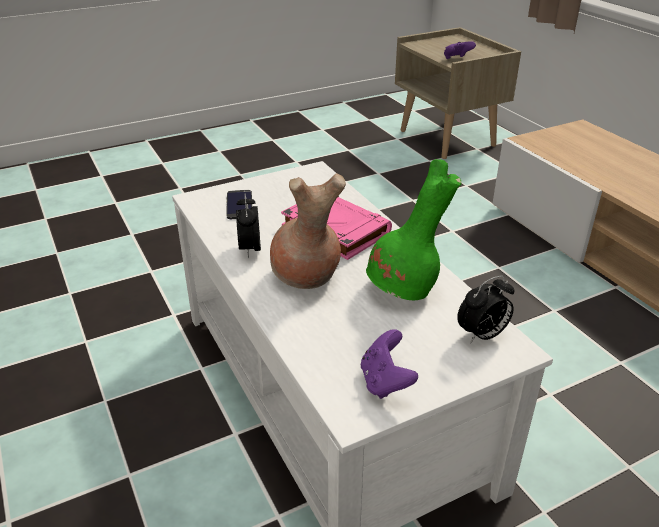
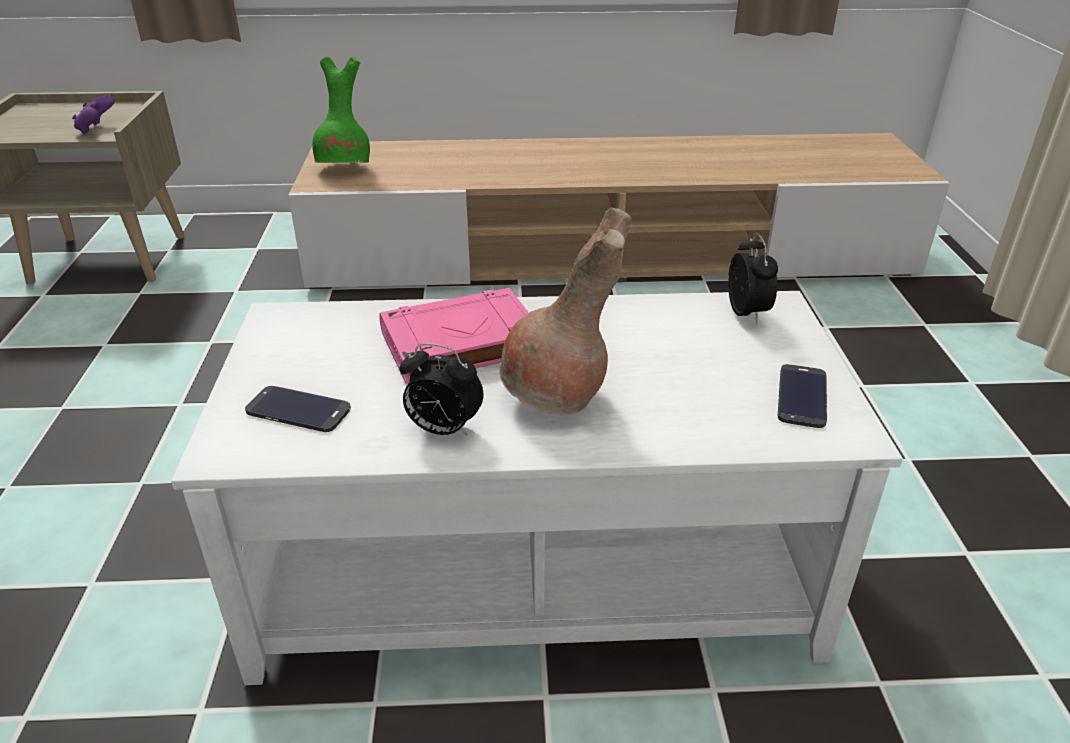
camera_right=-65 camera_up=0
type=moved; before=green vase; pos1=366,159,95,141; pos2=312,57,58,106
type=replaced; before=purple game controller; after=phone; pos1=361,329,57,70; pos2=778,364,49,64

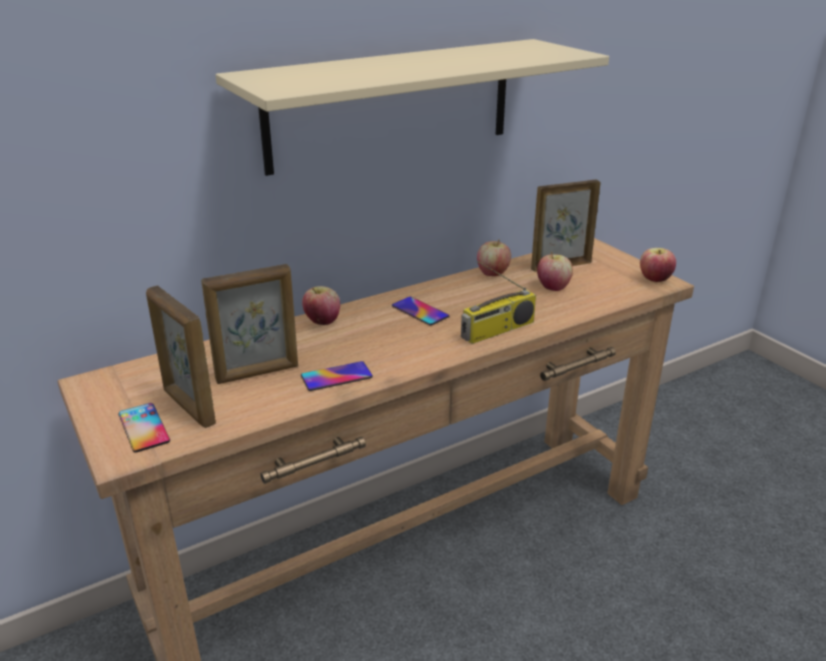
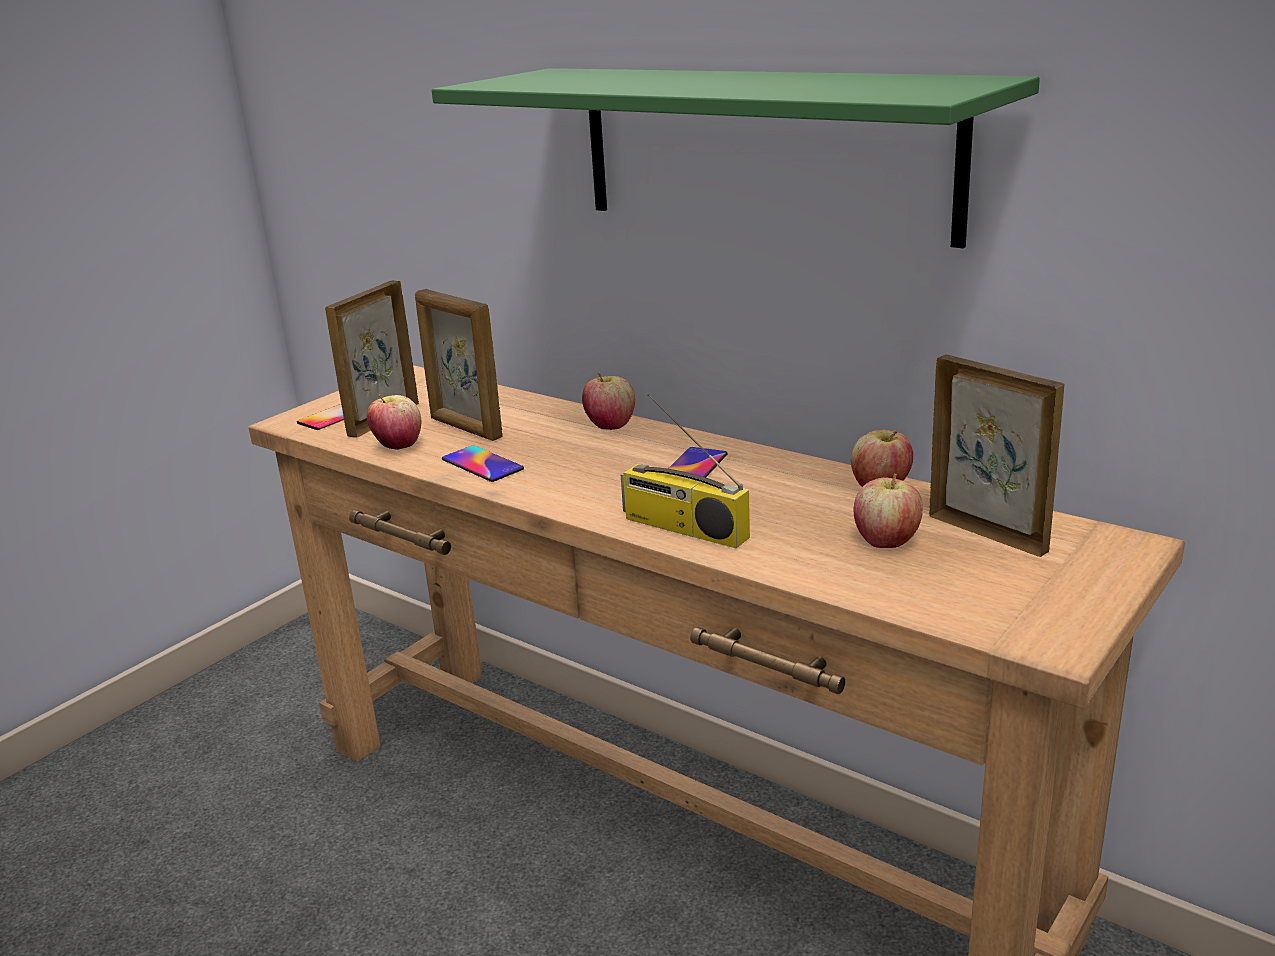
camera_right=70 camera_up=-5
type=moved; before=apple; pos1=640,248,36,34; pos2=367,394,54,56
type=recoloured; before=beige shelf; after=green shelf; pos1=216,39,393,137; pos2=432,68,608,180

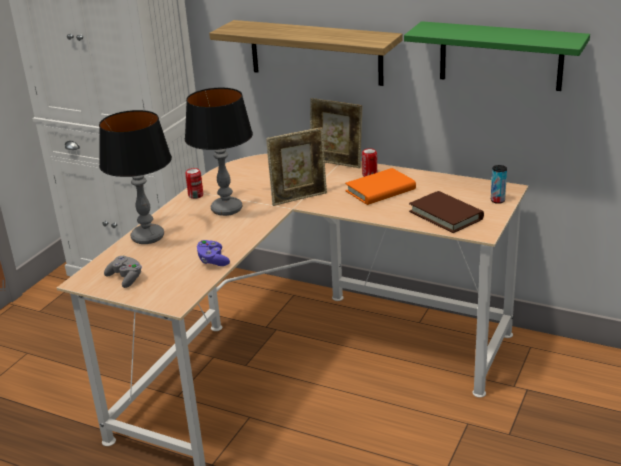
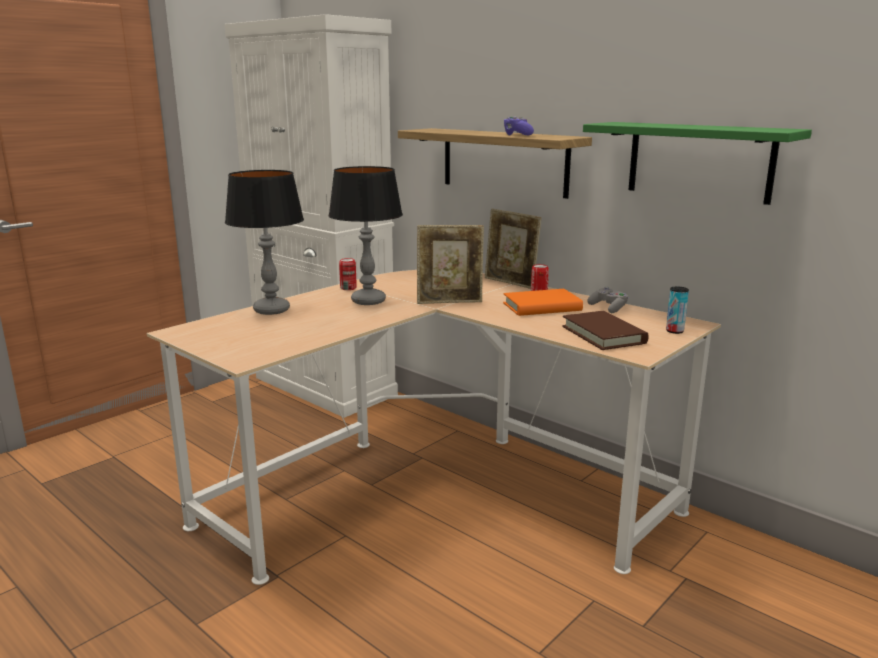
camera_right=15 camera_up=-10
type=moved; before=purple game controller; pos1=197,240,33,26; pos2=504,117,30,18
type=moved; before=grey game controller; pos1=104,256,38,32; pos2=587,287,41,26

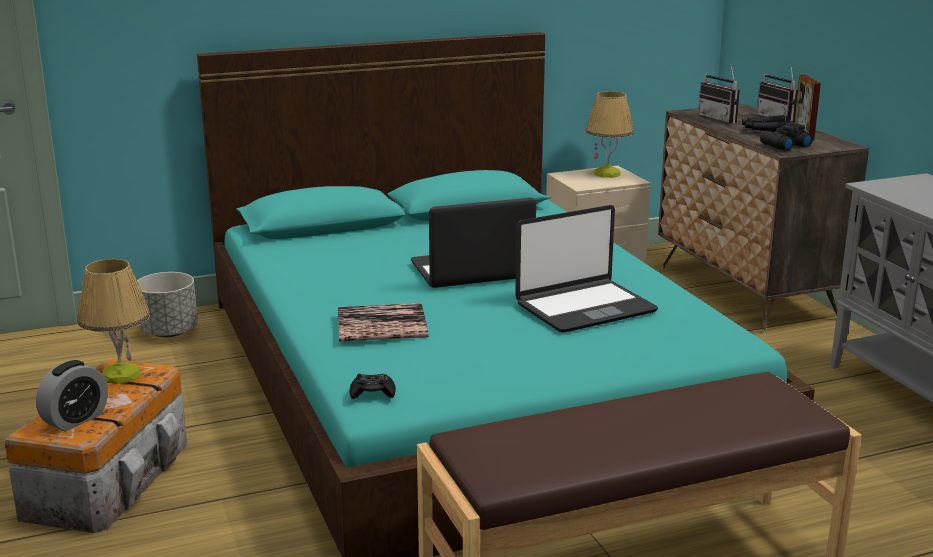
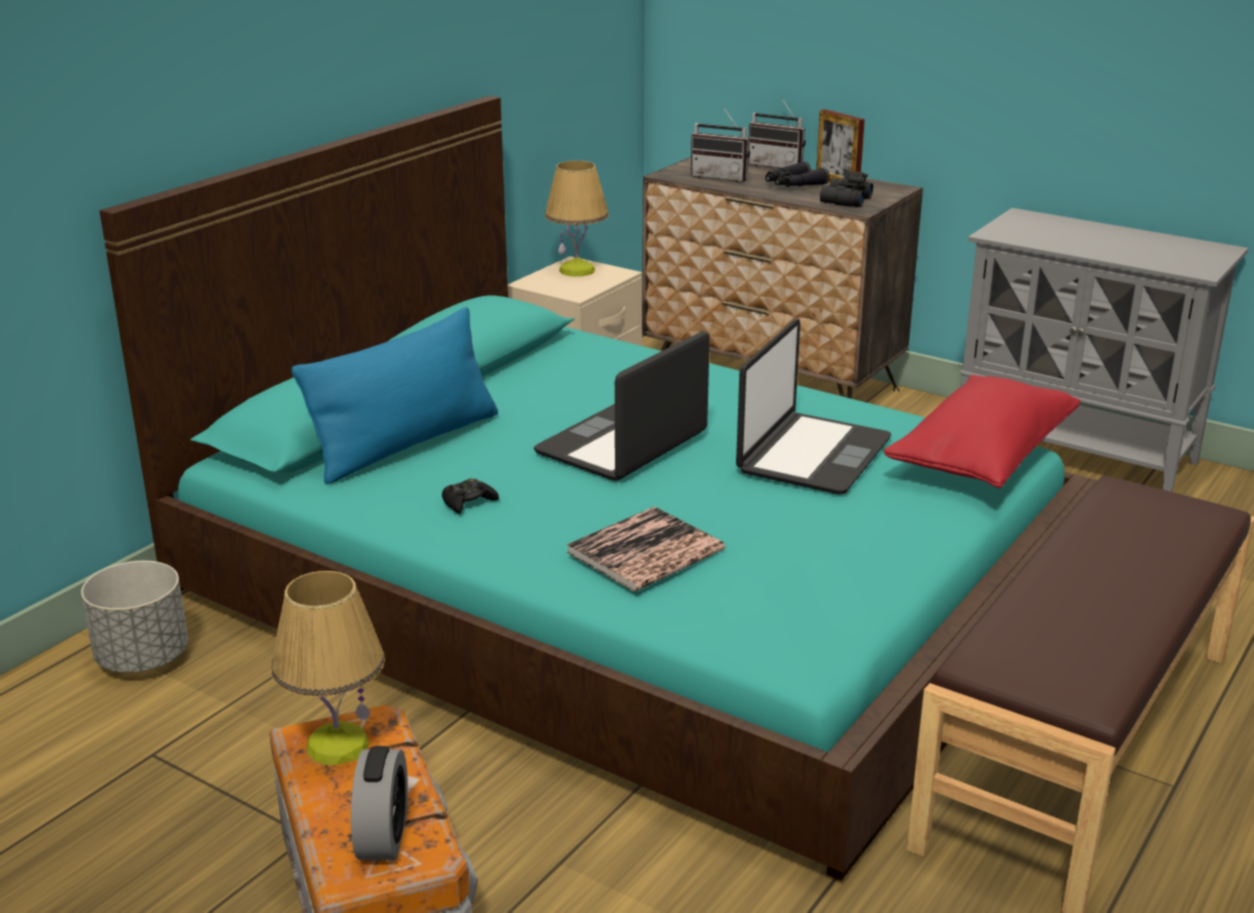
camera_right=-35 camera_up=5
type=added; after=blue pillow; pos2=292,307,206,178
type=moved; before=black game controller; pos1=349,374,47,25; pos2=442,478,57,36
type=added; after=red pillow; pos2=884,375,196,113

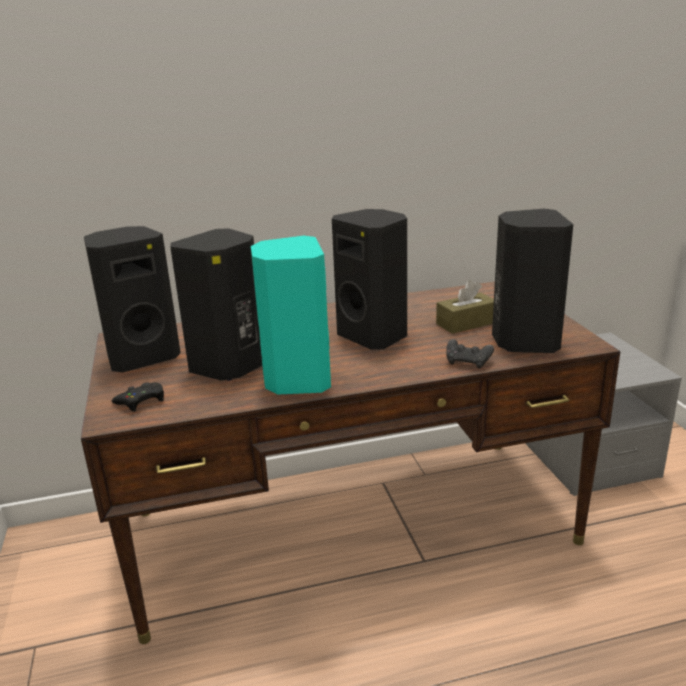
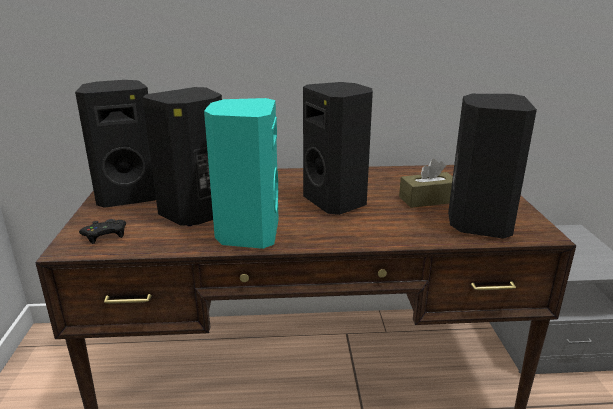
camera_right=10 camera_up=0
type=removed; before=black game controller; pos1=446,339,48,30

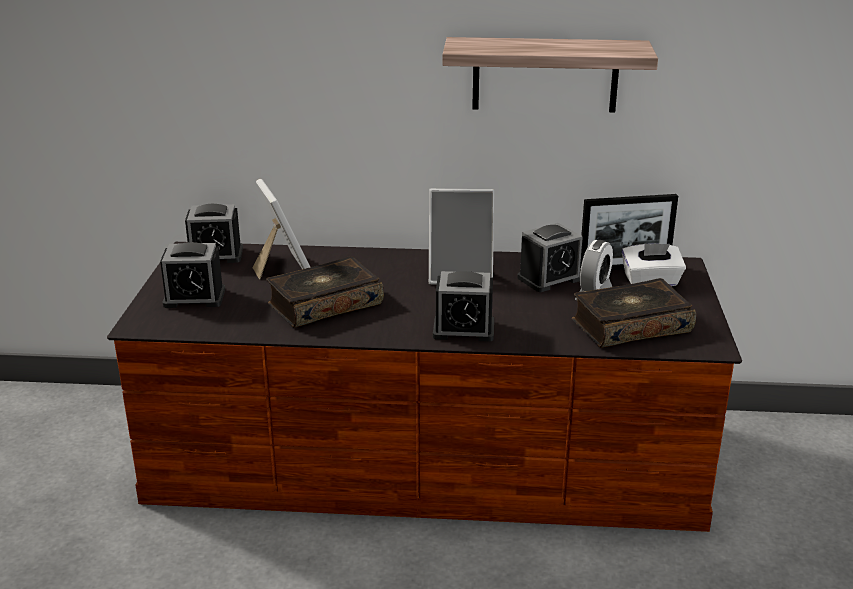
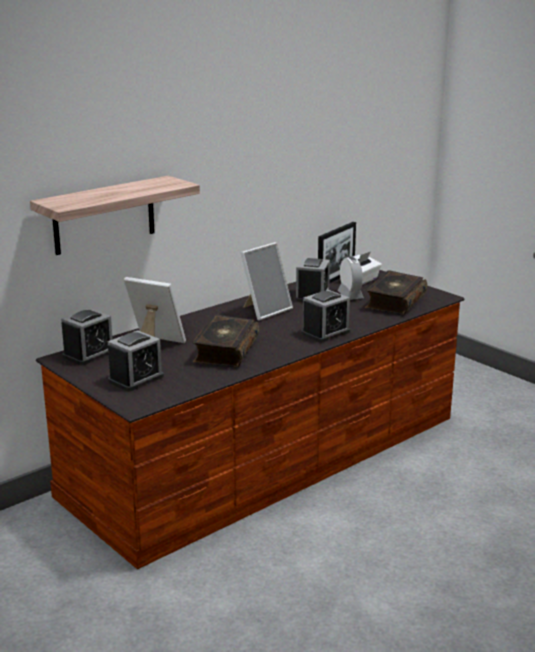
camera_right=-45 camera_up=-5
type=moved; before=shelf; pos1=442,37,216,75; pos2=30,176,170,79

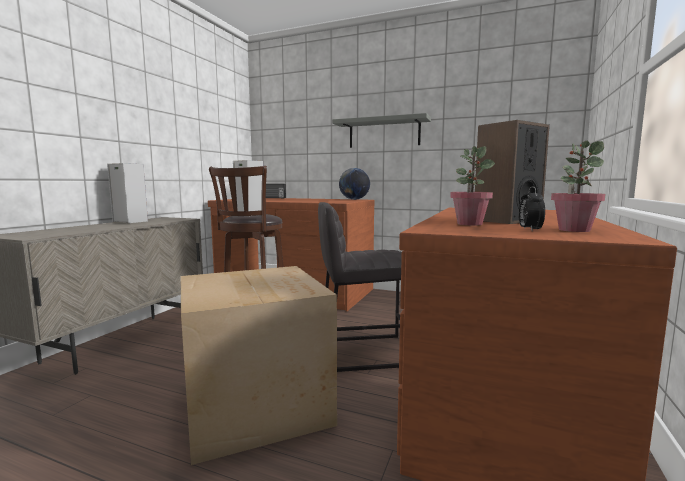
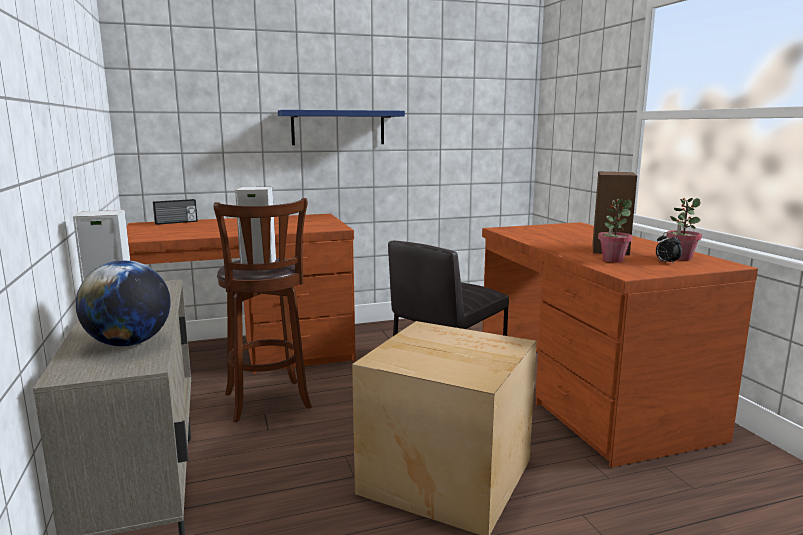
camera_right=-40 camera_up=5
type=moved; before=globe; pos1=339,168,31,32; pos2=76,260,95,87
type=recoloured; before=grey shelf; after=blue shelf; pos1=332,113,99,35; pos2=278,110,127,35

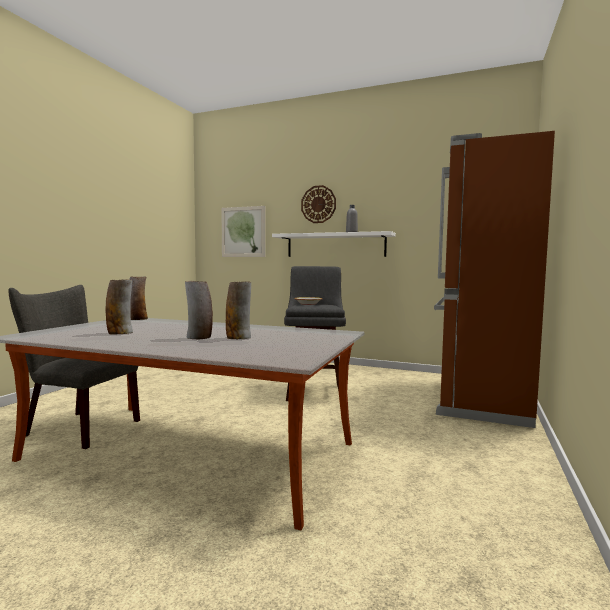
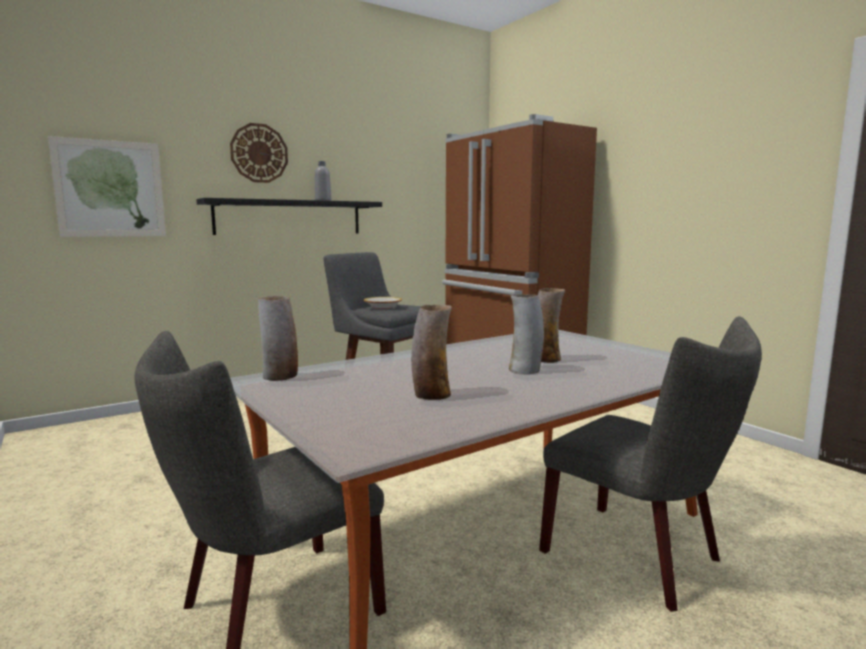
camera_right=-55 camera_up=5
type=recoloured; before=white shelf; after=black shelf; pos1=272,231,124,26; pos2=196,198,186,37
type=added; after=grey chair; pos2=539,316,223,296

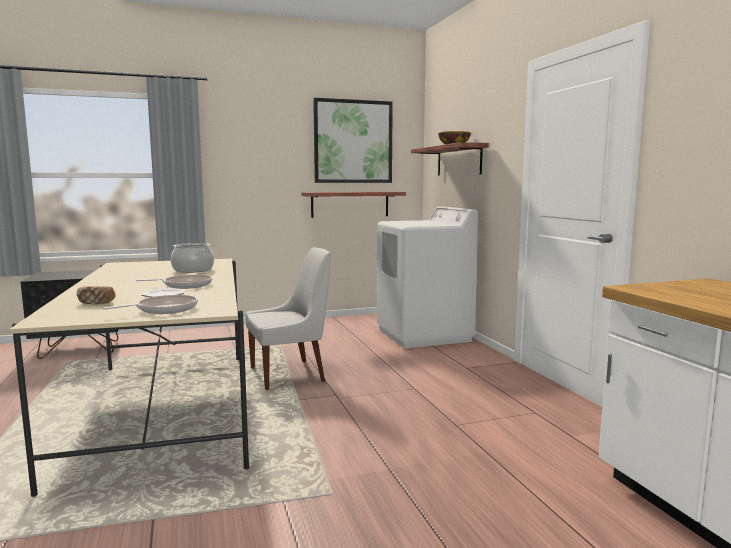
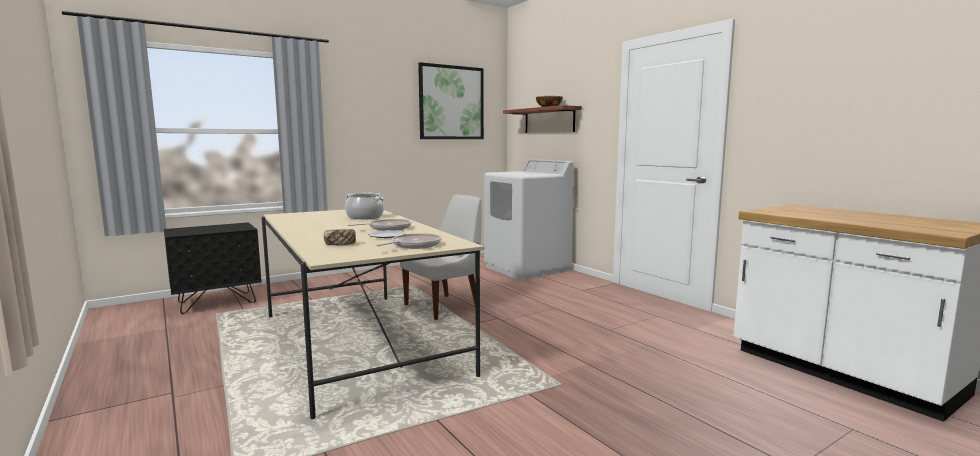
camera_right=-15 camera_up=0
type=removed; before=shelf; pos1=301,192,105,26

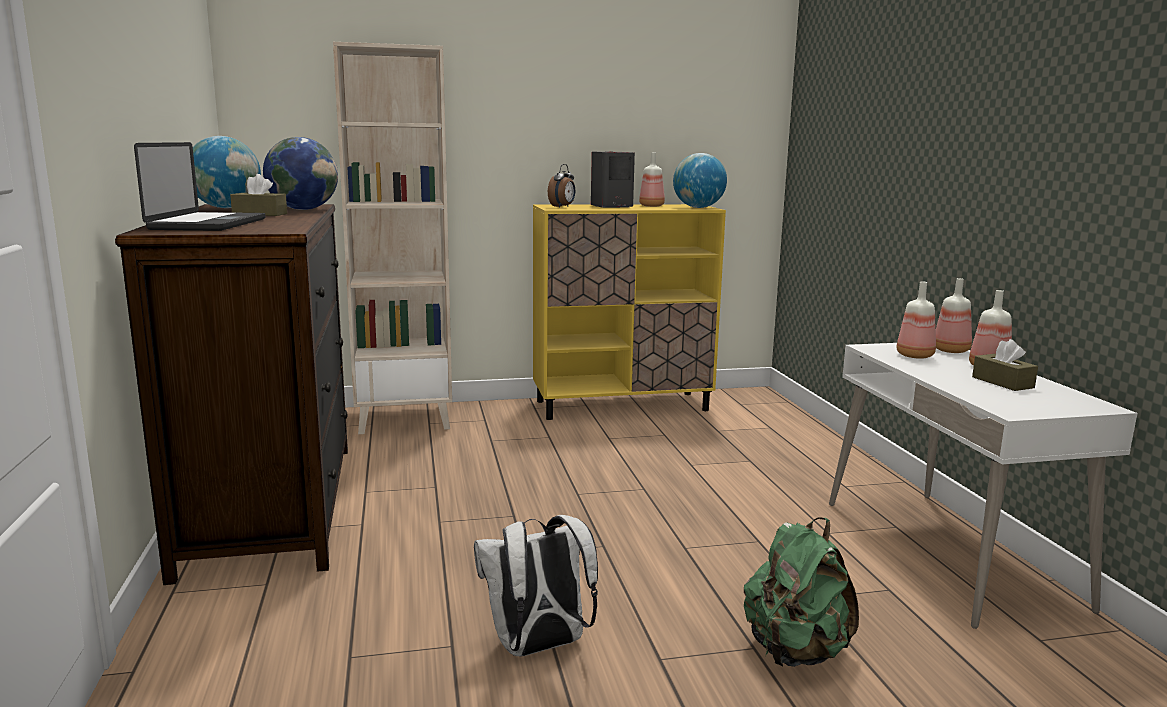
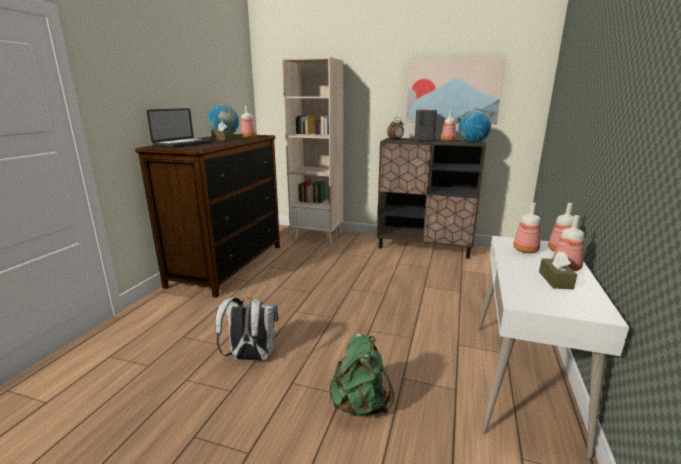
camera_right=30 camera_up=5
type=replaced; before=globe; after=bottle; pos1=263,137,75,73; pos2=241,105,16,33
type=recoloured; before=yellow cabinet; after=brown cabinet; pos1=533,204,193,216; pos2=377,138,109,121
type=added; after=picture; pos2=406,59,99,66

